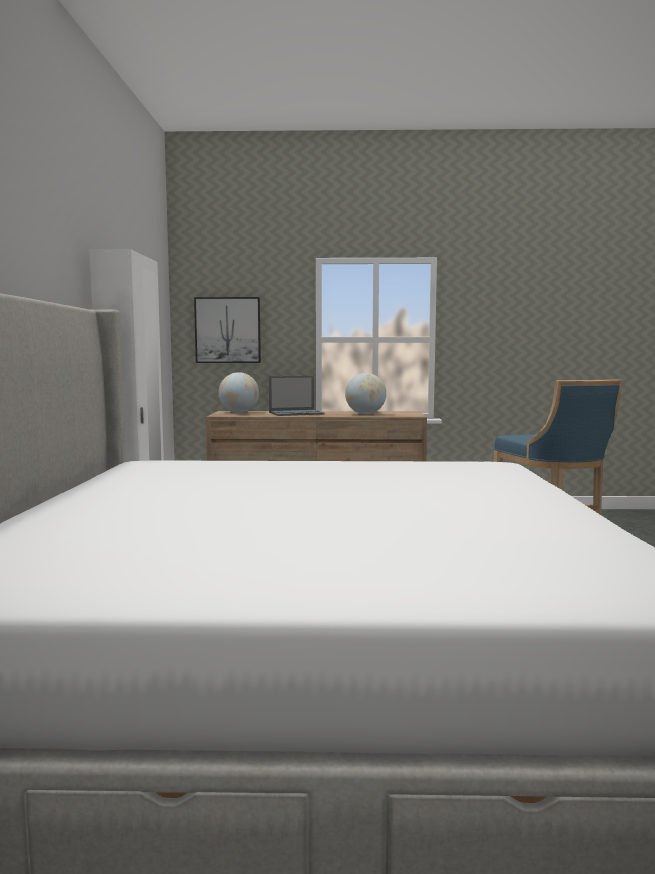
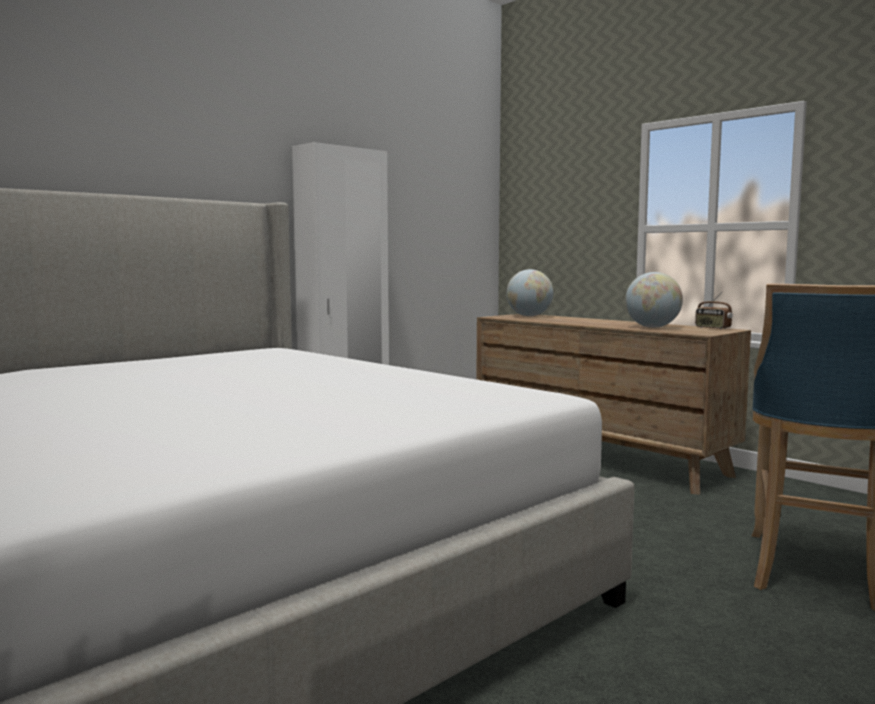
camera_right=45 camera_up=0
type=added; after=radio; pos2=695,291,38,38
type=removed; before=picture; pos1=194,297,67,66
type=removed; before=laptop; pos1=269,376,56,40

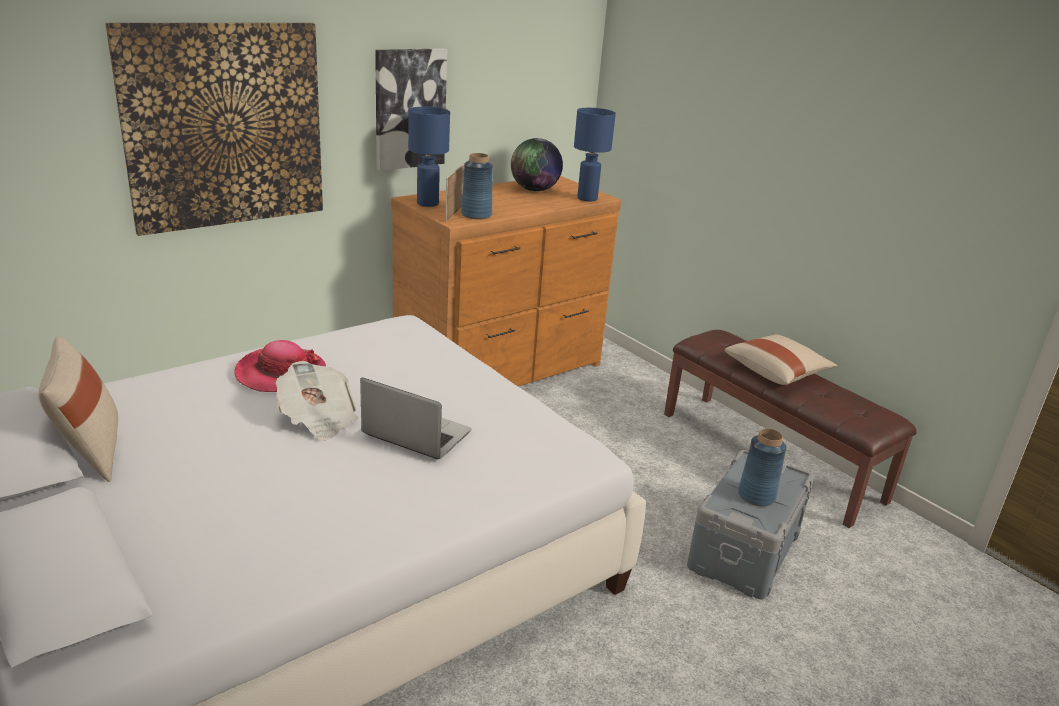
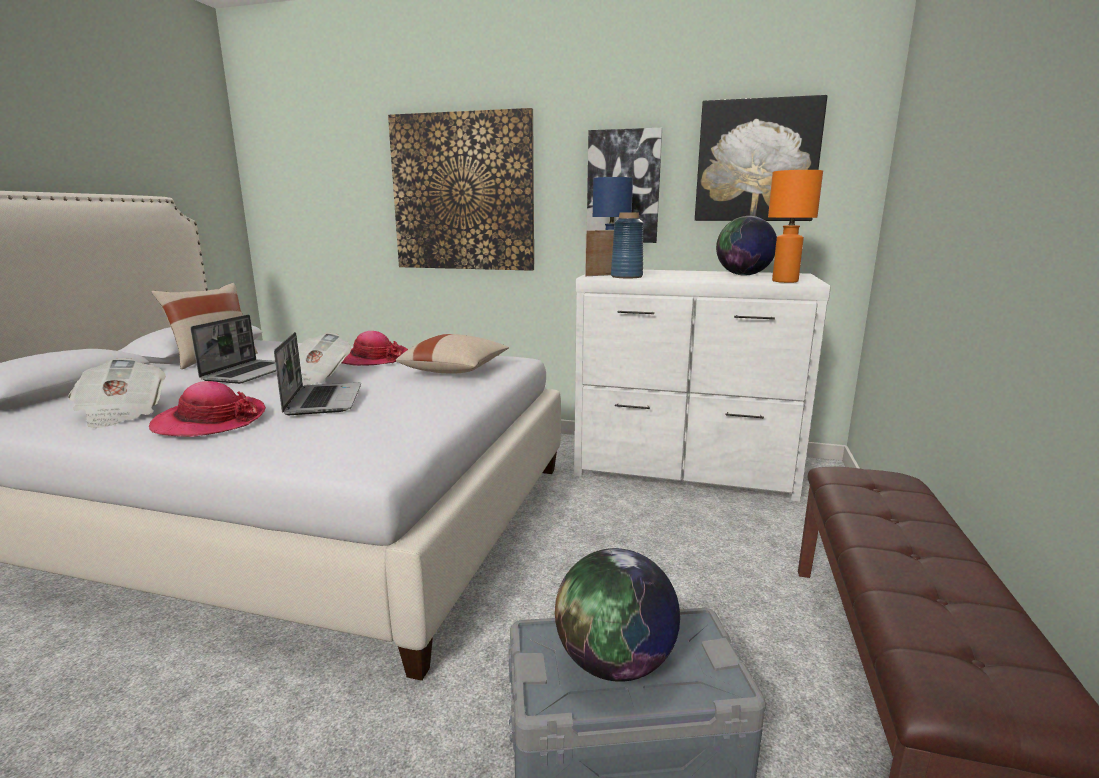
camera_right=55 camera_up=-10
type=added; after=newspaper; pos2=68,358,98,70
type=added; after=hat; pos2=149,381,117,56
type=added; after=laptop; pos2=191,315,85,69
type=moved; before=beige pillow; pos1=725,334,112,51; pos2=396,334,113,39
type=replaced; before=blue vase; after=globe; pos1=738,428,49,78; pos2=555,548,125,134
type=recoloured; before=brown dresser; after=white dresser; pos1=391,176,230,210; pos2=574,270,257,232
type=added; after=picture; pos2=695,95,132,126
type=recoloured; before=blue table lamp; after=orange table lamp; pos1=574,108,42,93; pos2=768,170,55,113

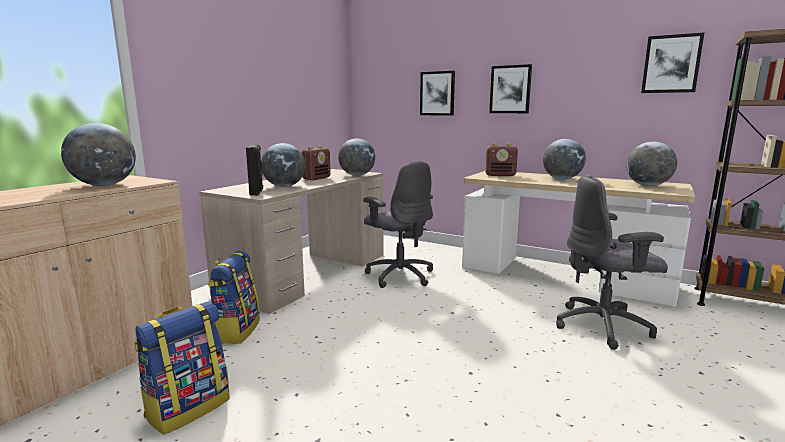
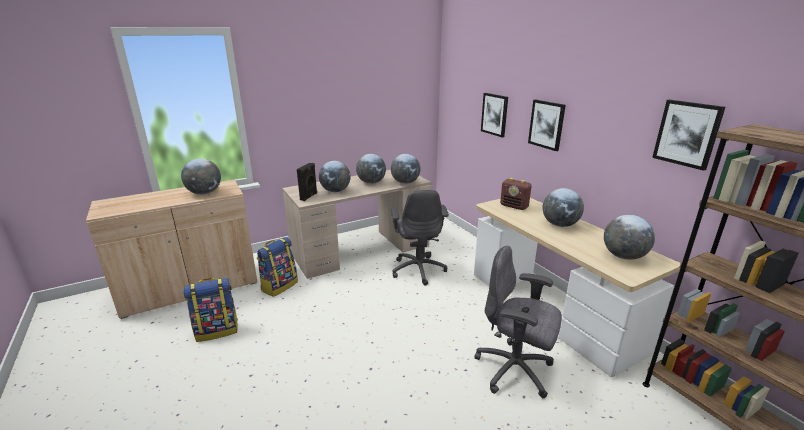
camera_right=30 camera_up=10
type=replaced; before=radio; after=globe; pos1=301,146,30,34; pos2=356,154,30,30

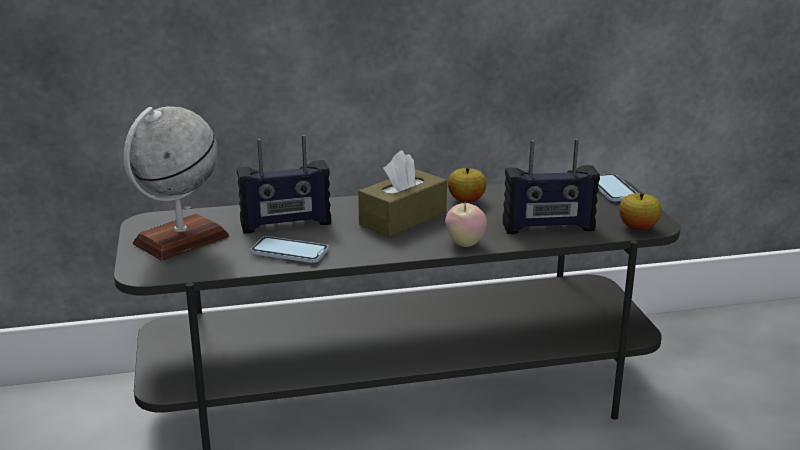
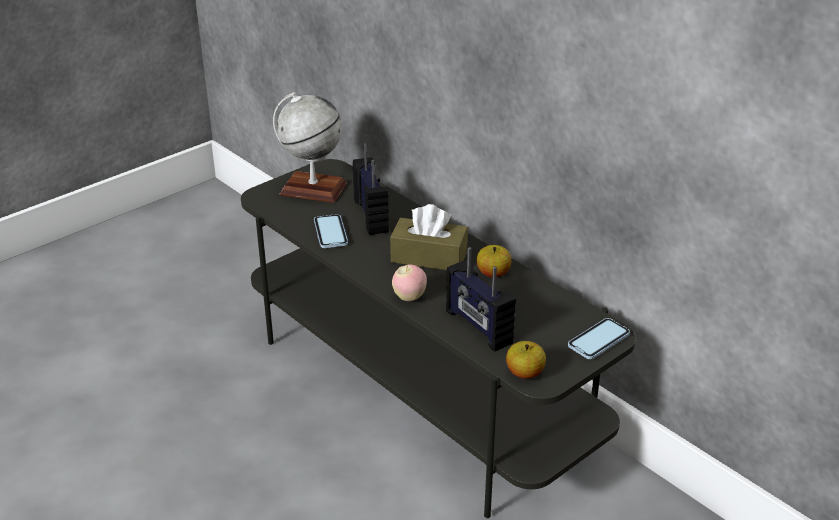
camera_right=60 camera_up=10
type=turned; before=radio; pos1=237,135,94,99; pos2=353,143,36,92; turn=-150

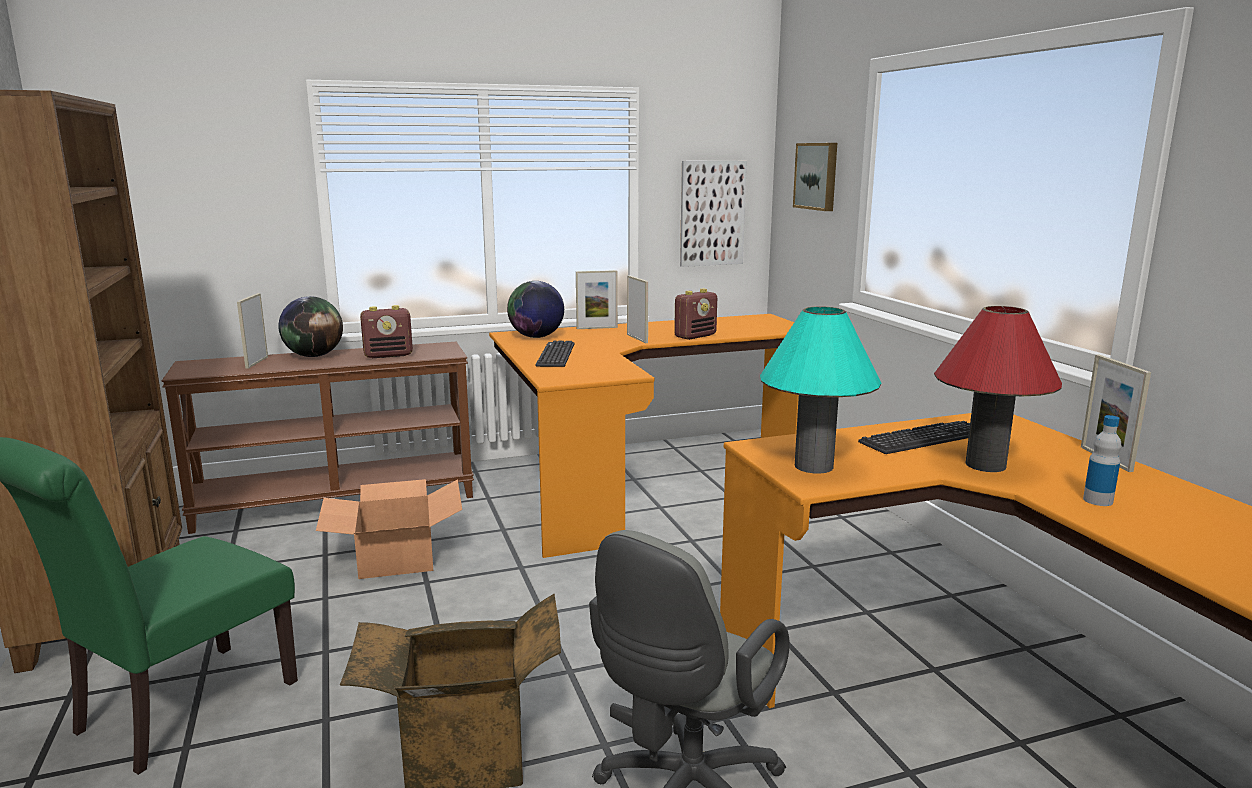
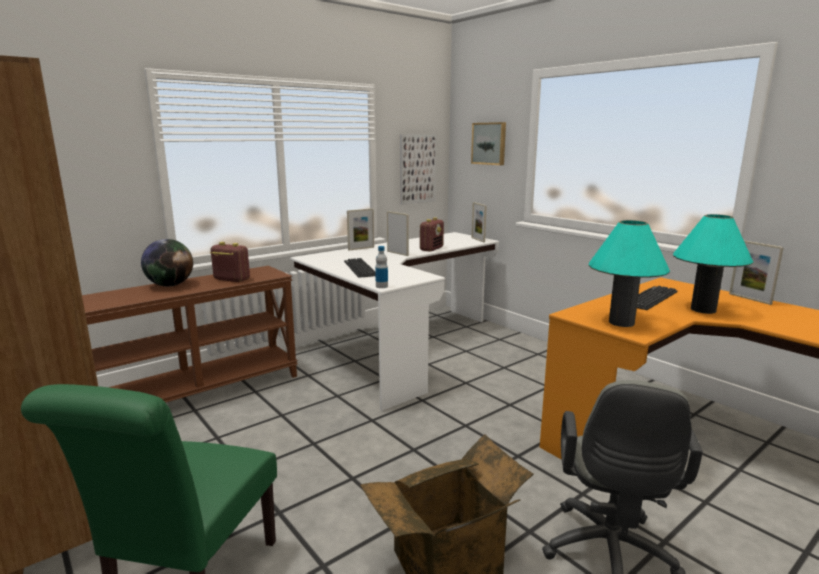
camera_right=-20 camera_up=0
type=turned; before=radio; pos1=360,305,53,53; pos2=210,242,40,40; turn=-120
type=recoloured; before=orange desk; after=white desk; pos1=489,314,310,244; pos2=290,232,209,179
type=moved; before=bottle; pos1=1083,415,38,91; pos2=375,246,13,42
type=moved; before=picture frame; pos1=237,293,31,76; pos2=472,202,15,41
type=recoloured; before=red table lamp; after=turquoise table lamp; pos1=934,306,128,166; pos2=673,214,80,100
type=removed; before=cardboard box; pos1=316,479,146,100
type=removed; before=globe; pos1=507,281,57,57

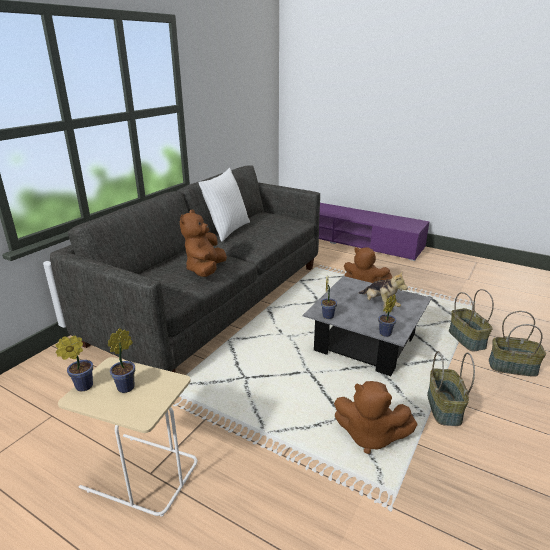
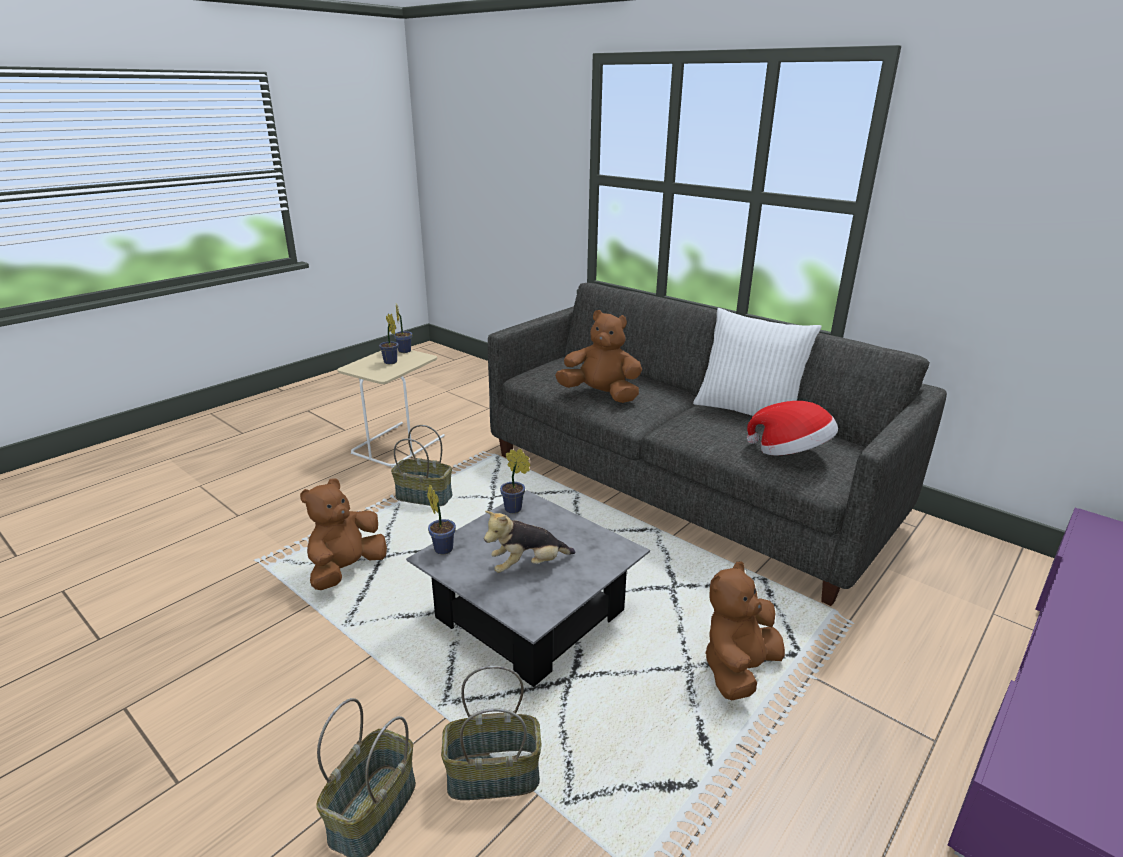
camera_right=100 camera_up=0
type=moved; before=basket; pos1=427,351,48,75; pos2=391,425,62,81
type=added; after=hat; pos2=747,401,91,54

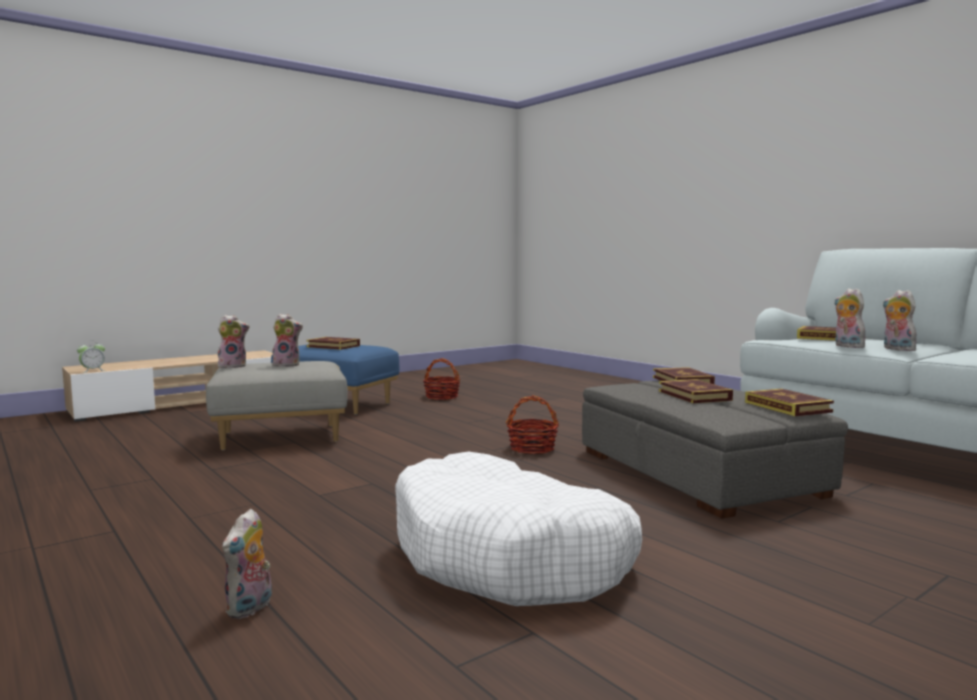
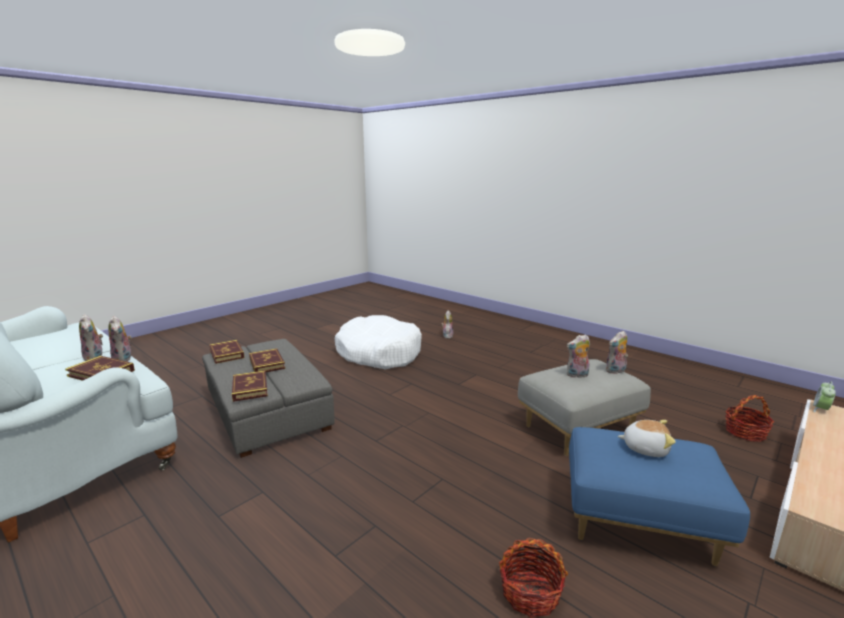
camera_right=170 camera_up=10
type=replaced; before=book; after=plush toy; pos1=306,337,54,13; pos2=618,420,58,37
type=moved; before=basket; pos1=506,395,53,59; pos2=725,395,49,47

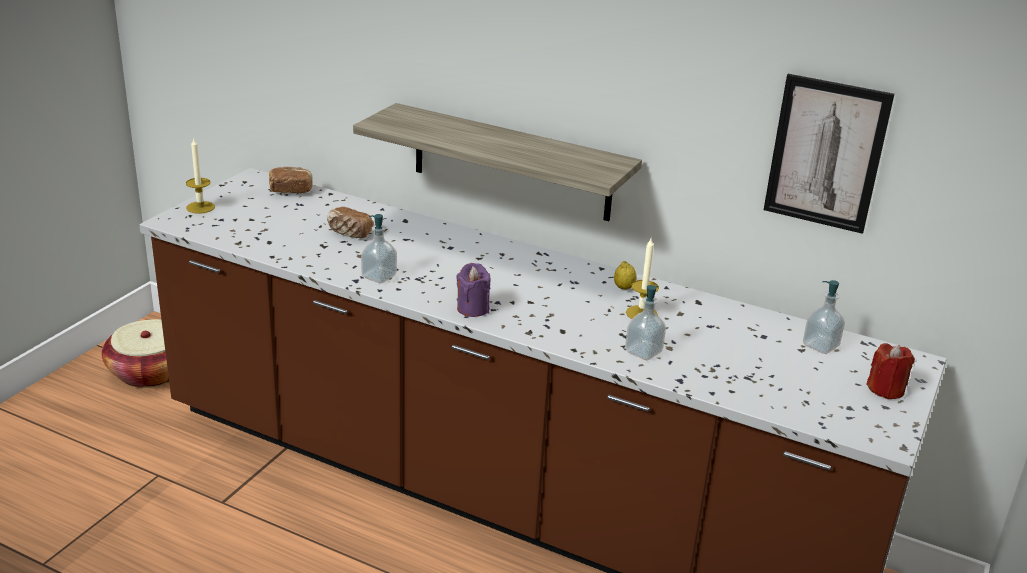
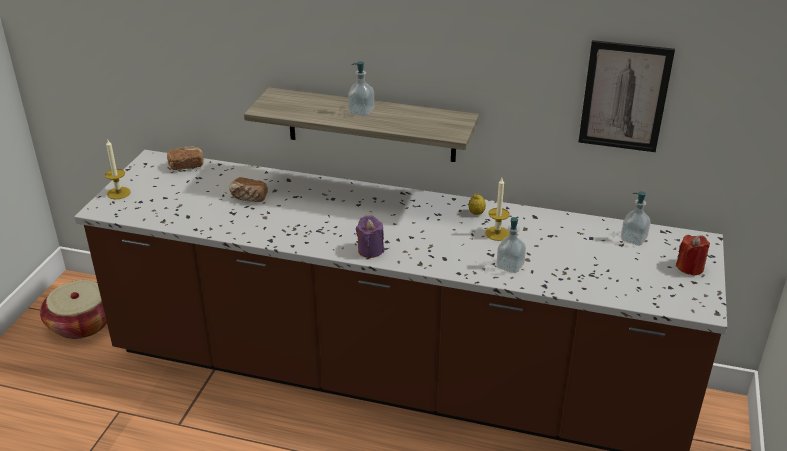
camera_right=-10 camera_up=5
type=moved; before=soap dispenser; pos1=361,214,36,69; pos2=348,61,26,56

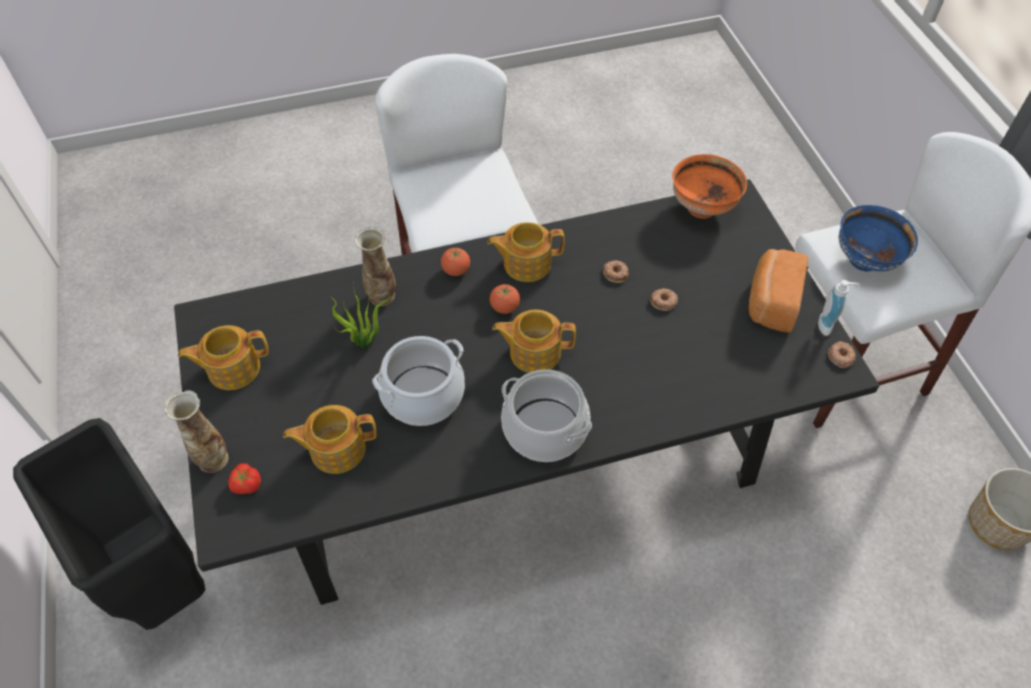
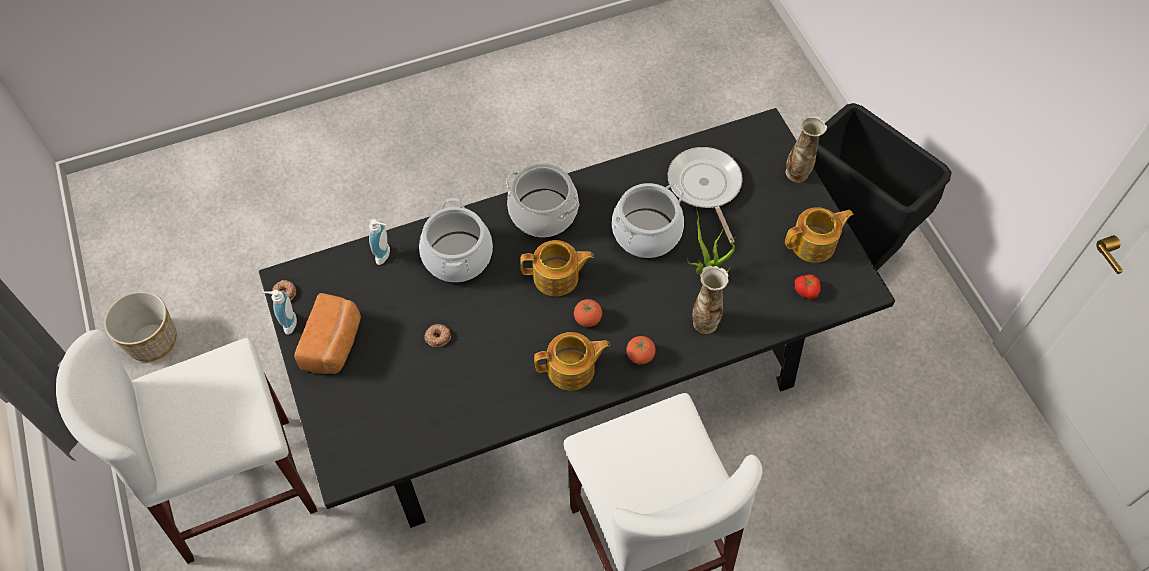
camera_right=175 camera_up=5
type=added; after=soap dispenser; pos2=369,219,21,46
type=added; after=cooking pot; pos2=419,198,74,84
type=replaced; before=teapot; after=frying pan; pos1=283,405,94,69; pos2=668,147,75,96
type=moved; before=tomato; pos1=228,463,33,31; pos2=795,275,26,24
type=removed; before=donut; pos1=603,261,26,22
type=removed; before=orange bowl; pos1=672,154,75,65
type=removed; before=blue bowl; pos1=839,205,79,66

